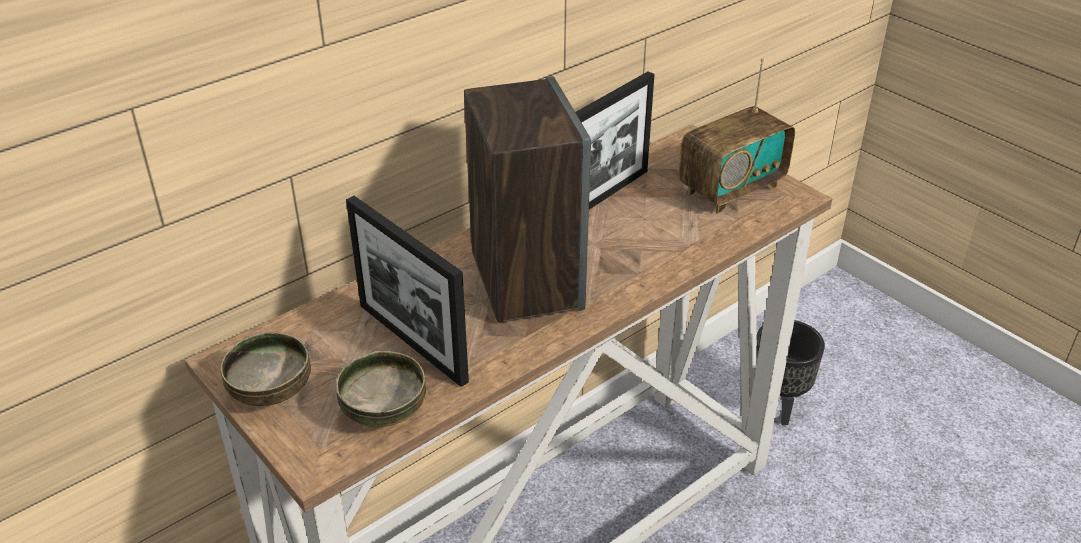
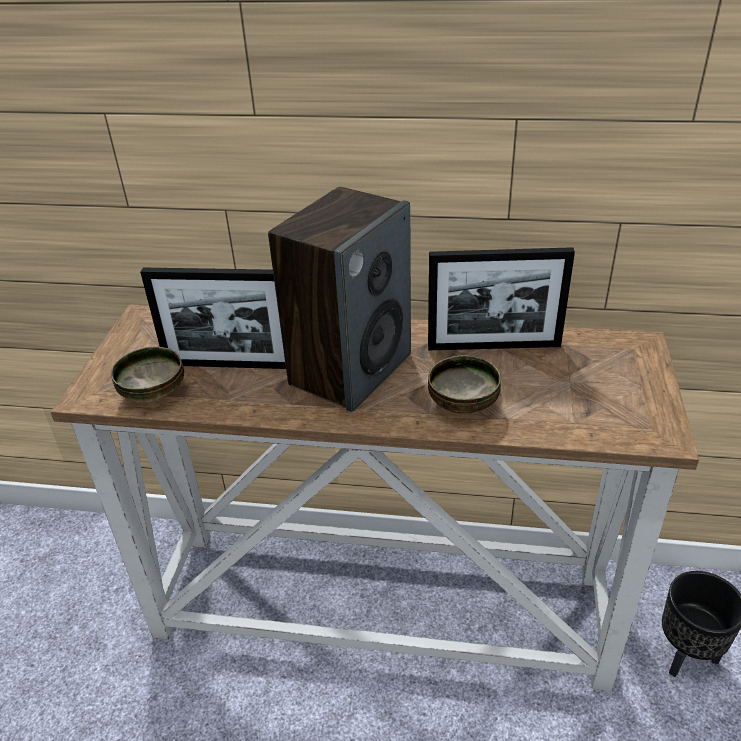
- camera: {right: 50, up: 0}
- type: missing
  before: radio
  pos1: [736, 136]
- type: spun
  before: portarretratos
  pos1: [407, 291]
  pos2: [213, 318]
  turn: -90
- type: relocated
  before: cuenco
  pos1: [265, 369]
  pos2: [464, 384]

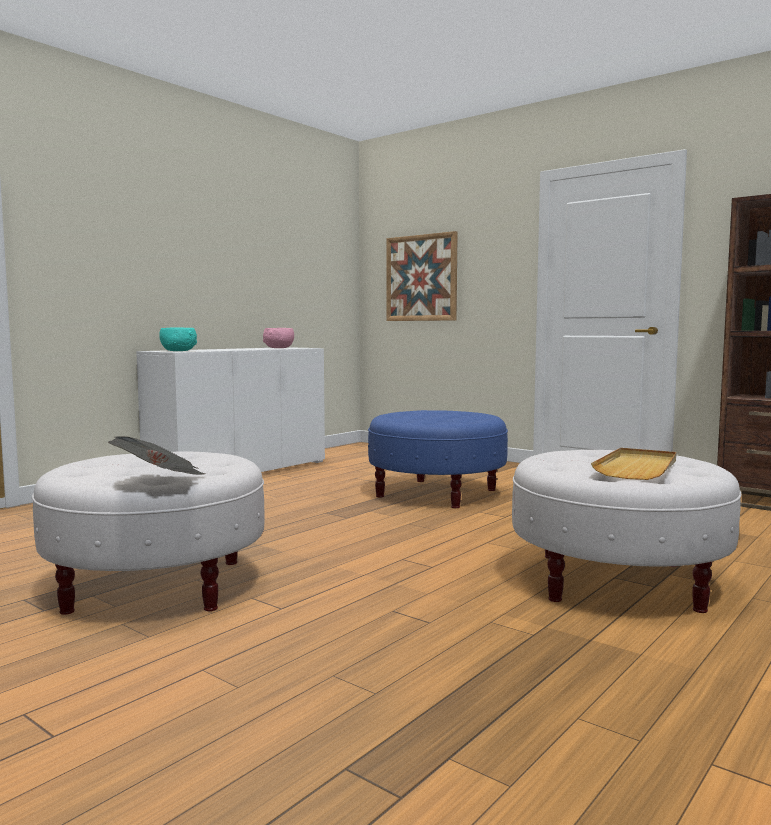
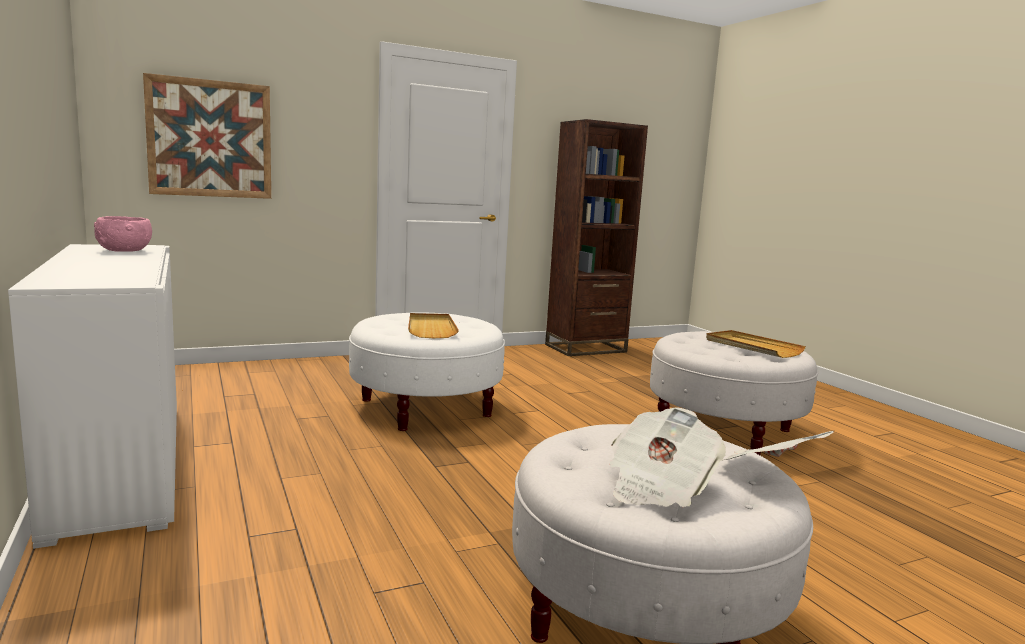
- camera: {right: -65, up: 5}
- type: missing
  before: cuenco (turquesa)
  pos1: [178, 339]
- type: colour
  before: puf (azul)
  after: puf (blanco)
  pos1: [438, 459]
  pos2: [427, 371]
- type: appeared
  after: bandeja (beis)
  pos2: [433, 325]
- type: appeared
  after: periódico
  pos2: [667, 457]

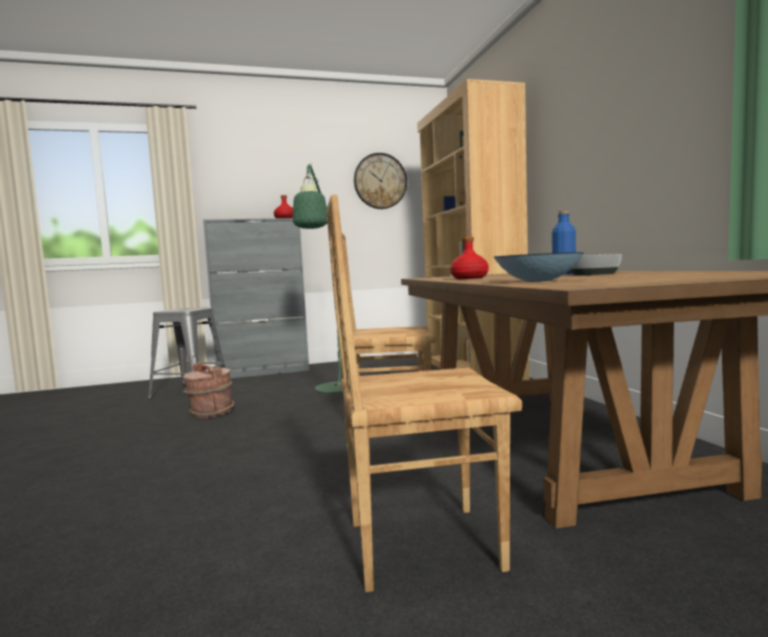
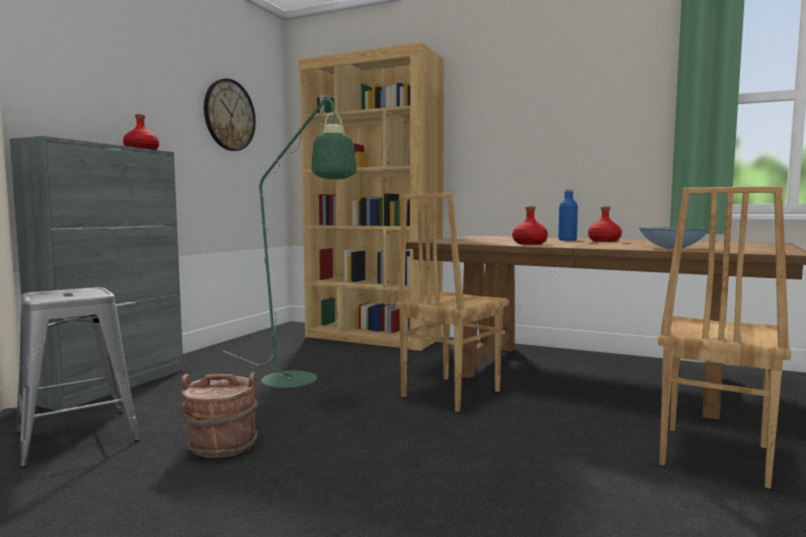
- camera: {right: -50, up: 0}
- type: exchanged
  before: cuenco
  after: botella (rojo)
  pos1: [596, 264]
  pos2: [605, 224]

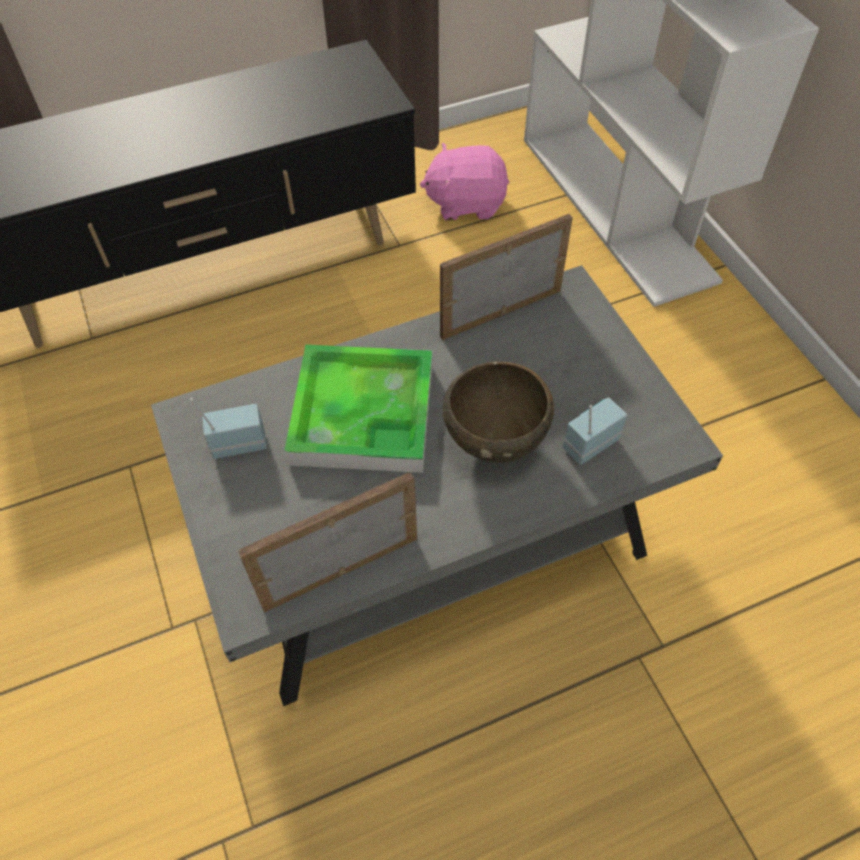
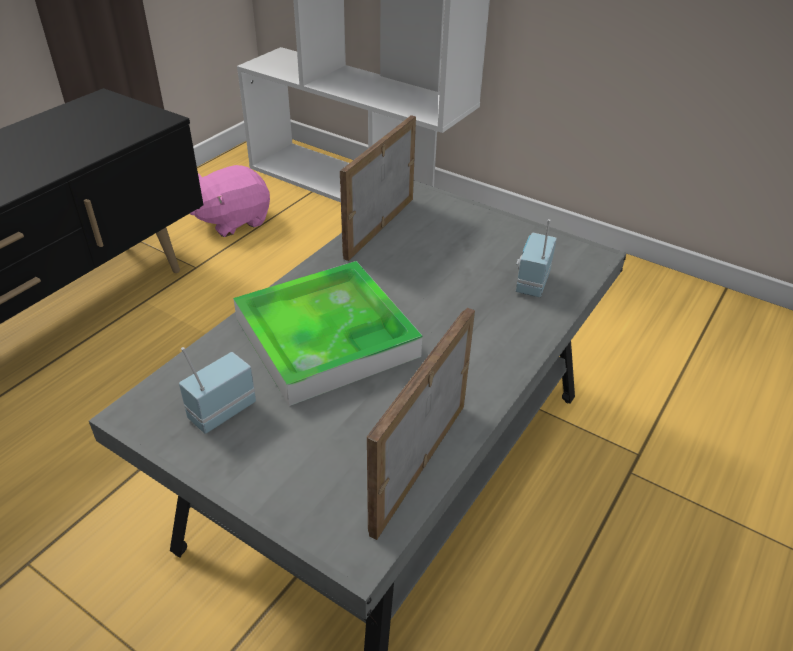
- camera: {right: -35, up: -15}
- type: missing
  before: cuenco (marrón)
  pos1: [498, 412]

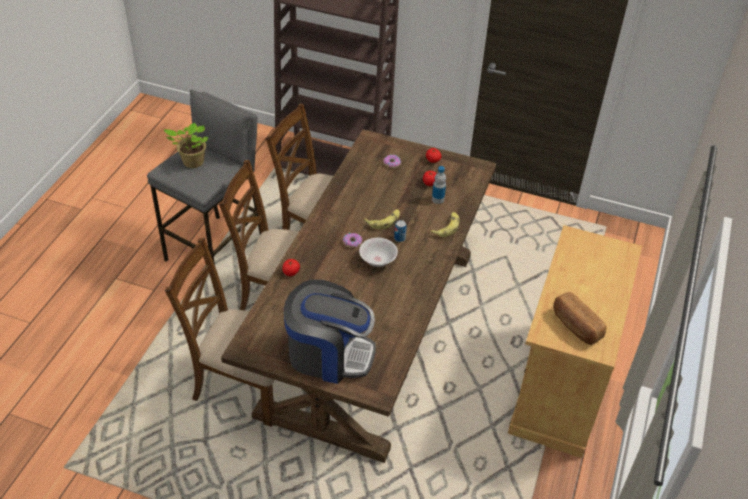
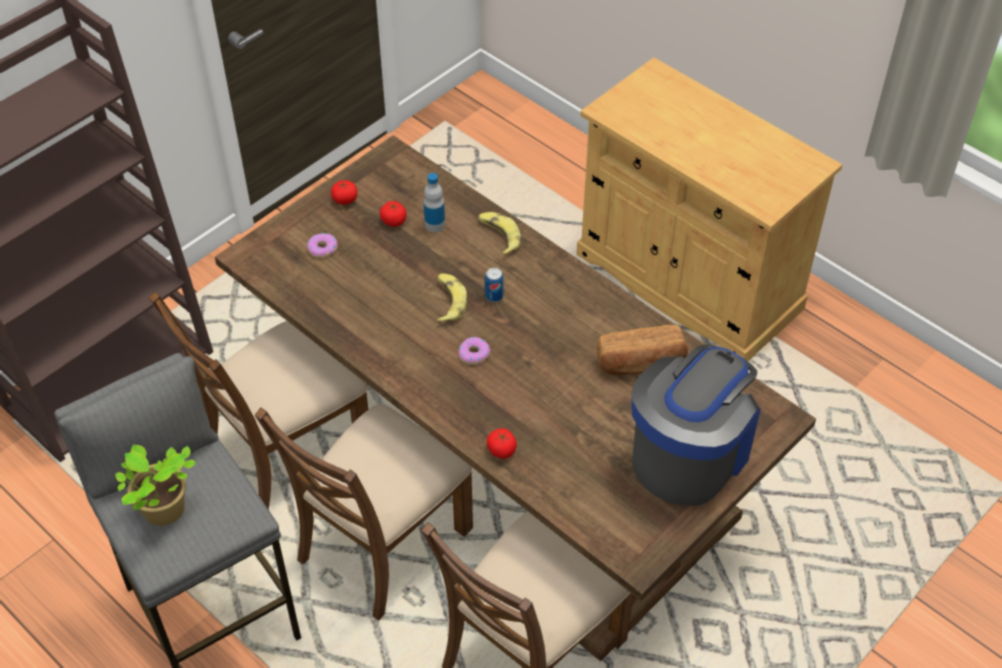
- camera: {right: -65, up: 5}
- type: missing
  before: cuenco (blanco)
  pos1: [378, 252]
- type: relocated
  before: pan
  pos1: [580, 318]
  pos2: [642, 350]

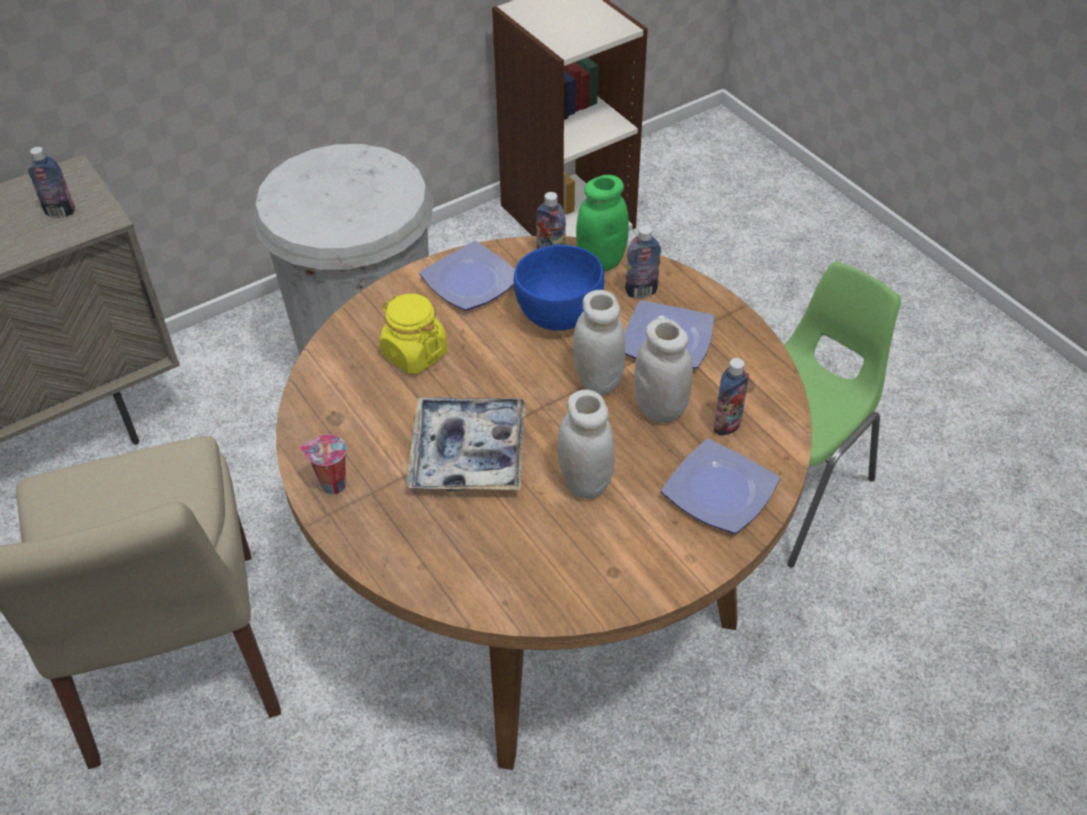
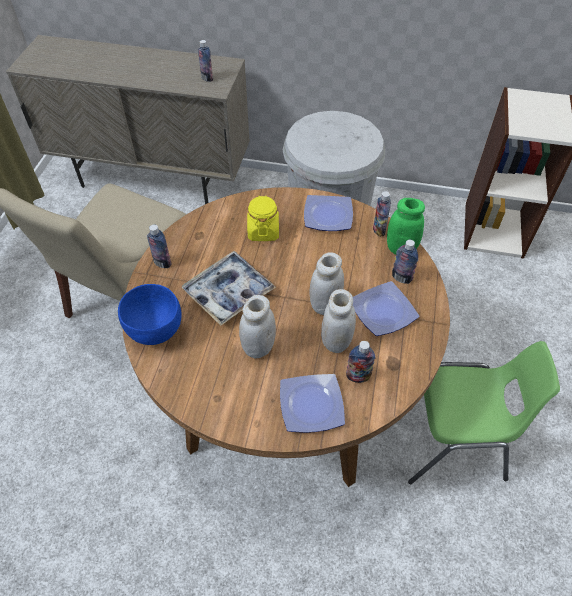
- camera: {right: 45, up: 5}
- type: relocated
  before: cuenco (azul)
  pos1: [559, 288]
  pos2: [150, 314]
- type: exchanged
  before: taza
  after: botella
  pos1: [323, 464]
  pos2: [159, 246]

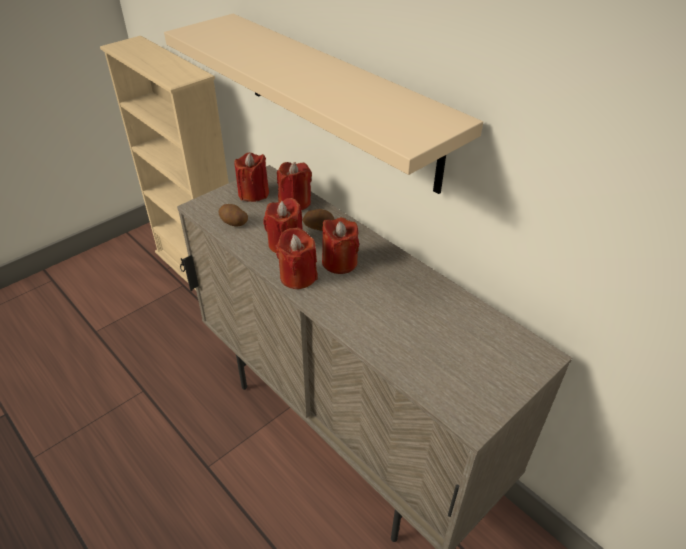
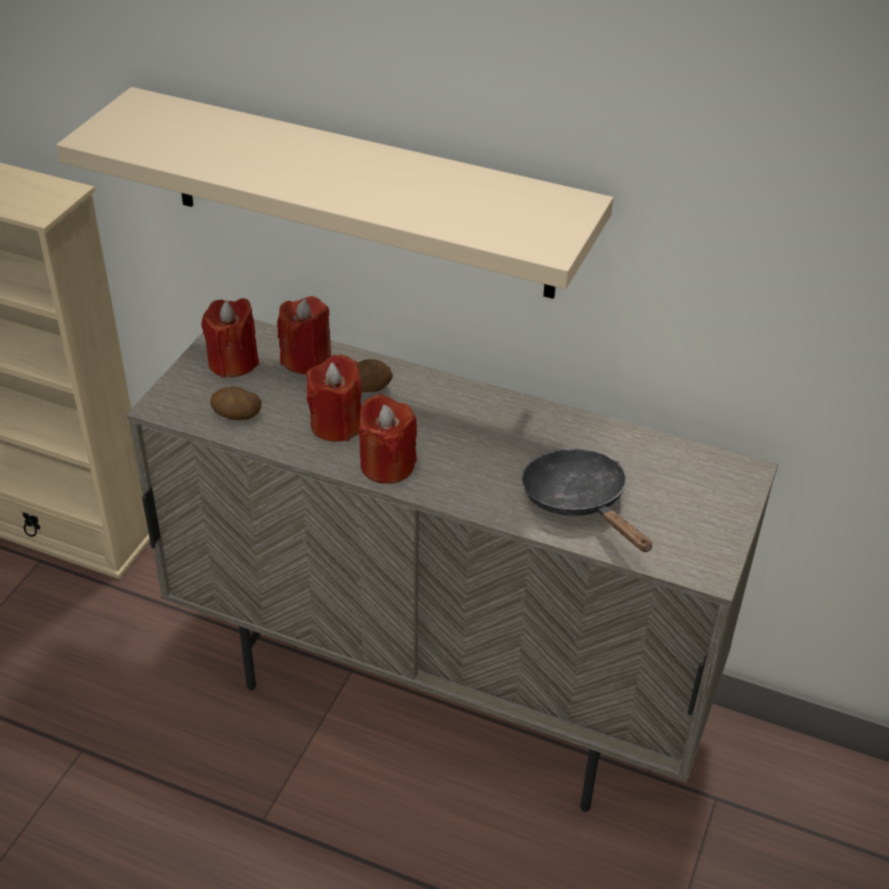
- camera: {right: -25, up: 0}
- type: missing
  before: vela (rojo)
  pos1: [340, 245]
- type: appeared
  after: sartén (negro)
  pos2: [587, 500]

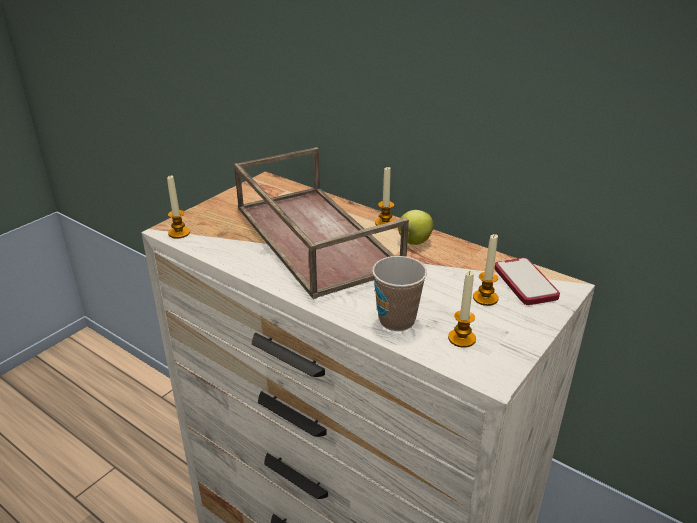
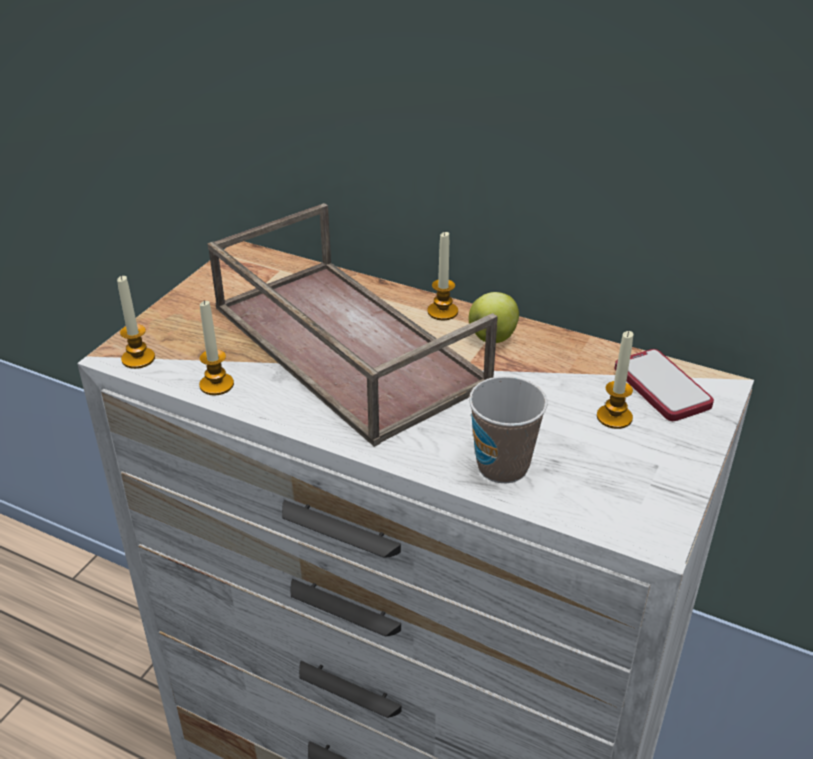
- camera: {right: -10, up: 5}
- type: relocated
  before: vela
  pos1: [462, 310]
  pos2: [216, 348]

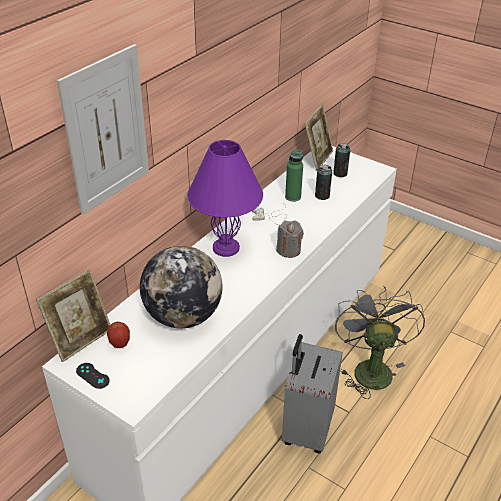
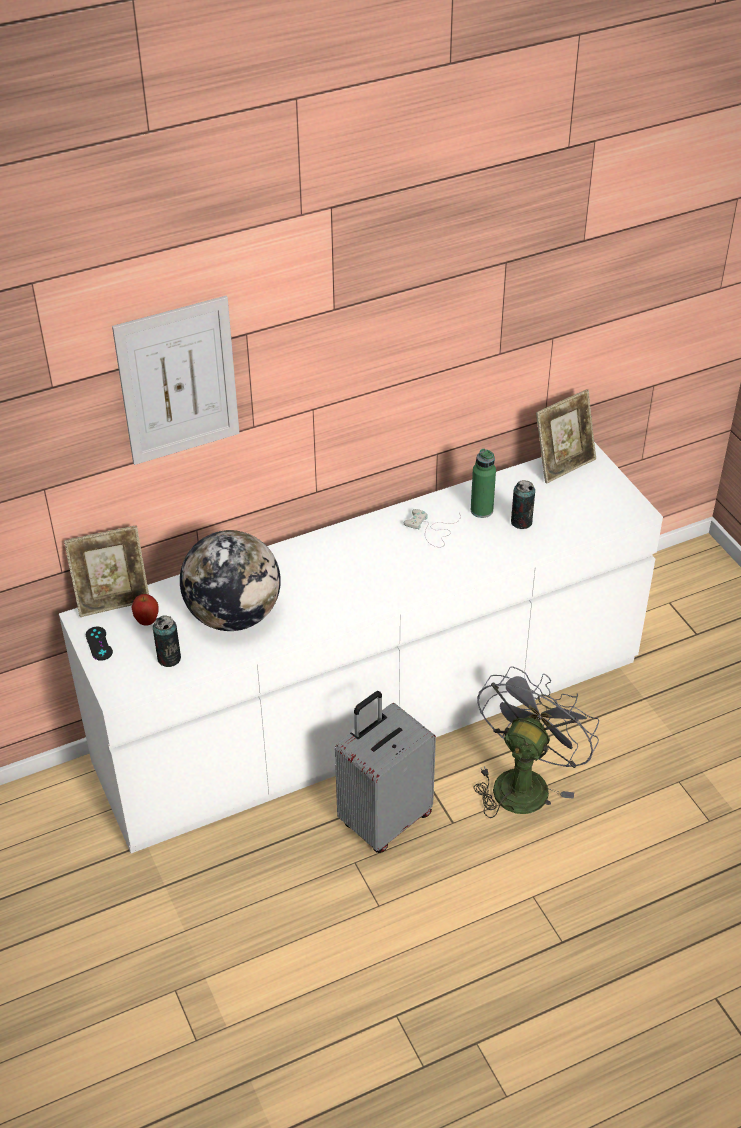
- camera: {right: 30, up: 5}
- type: missing
  before: lámpara de mesa (morado)
  pos1: [225, 198]
- type: relocated
  before: lata
  pos1: [341, 160]
  pos2: [167, 641]
- type: missing
  before: vela (gris)
  pos1: [290, 239]

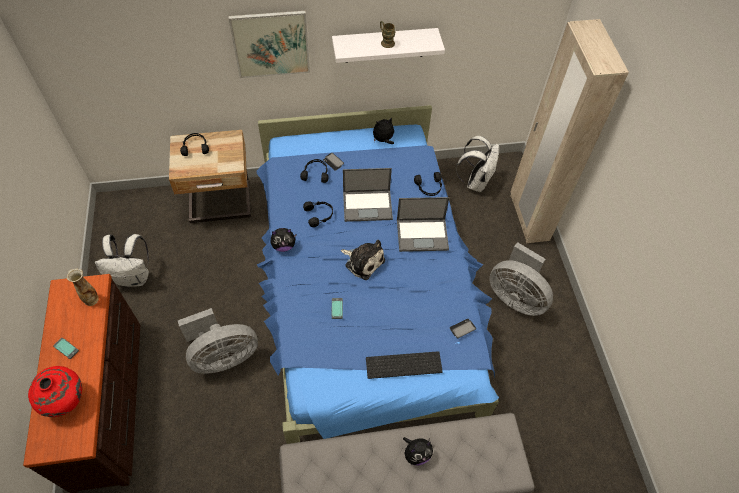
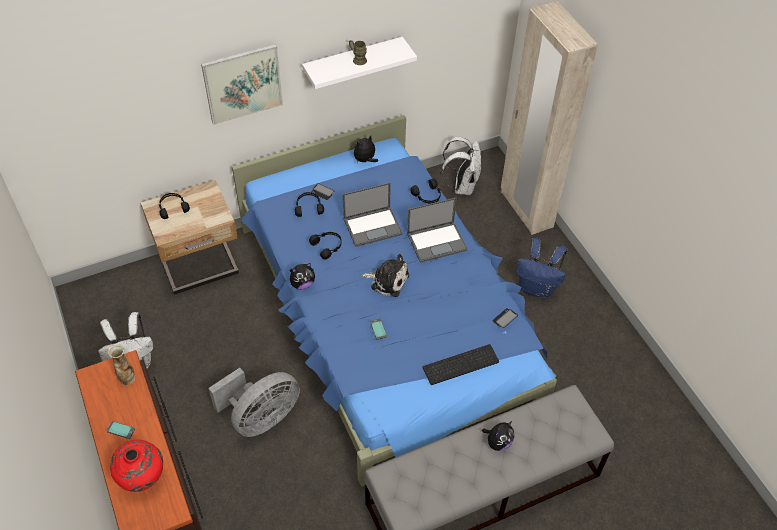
- camera: {right: -15, up: -5}
- type: exchanged
  before: ventilador (gris)
  after: mochila (azul)
  pos1: [521, 279]
  pos2: [542, 268]

